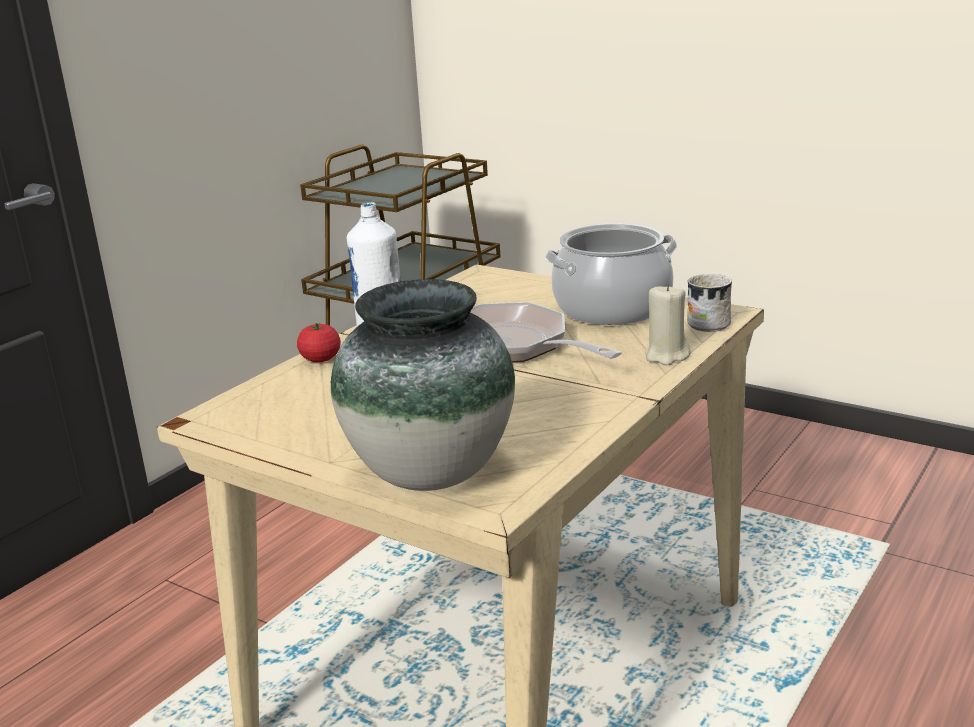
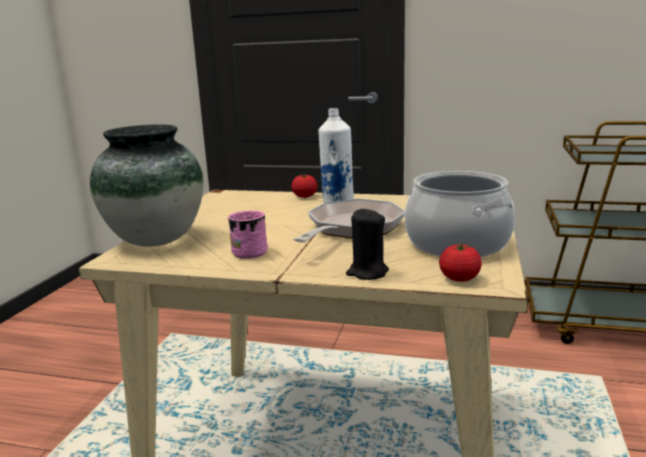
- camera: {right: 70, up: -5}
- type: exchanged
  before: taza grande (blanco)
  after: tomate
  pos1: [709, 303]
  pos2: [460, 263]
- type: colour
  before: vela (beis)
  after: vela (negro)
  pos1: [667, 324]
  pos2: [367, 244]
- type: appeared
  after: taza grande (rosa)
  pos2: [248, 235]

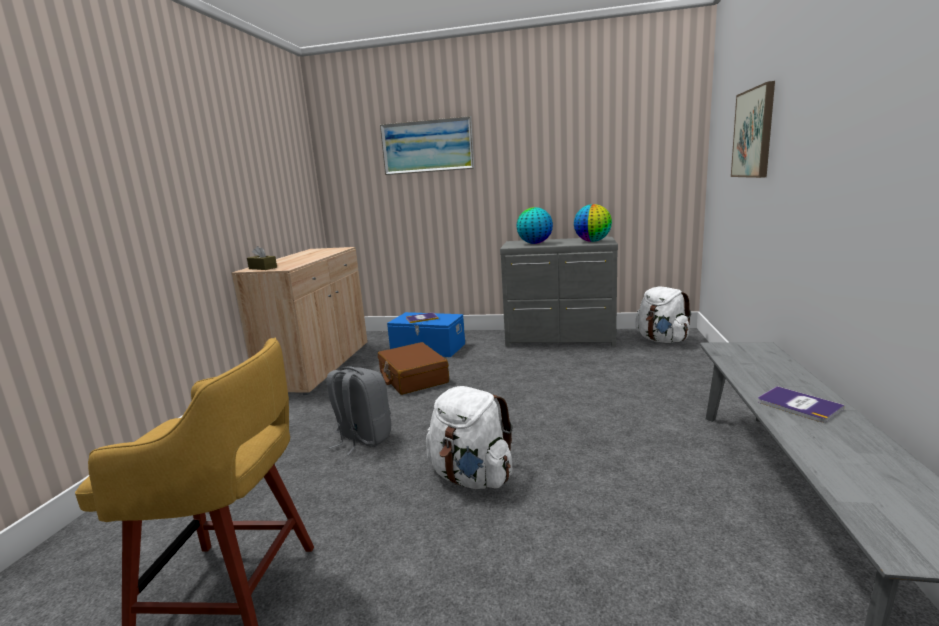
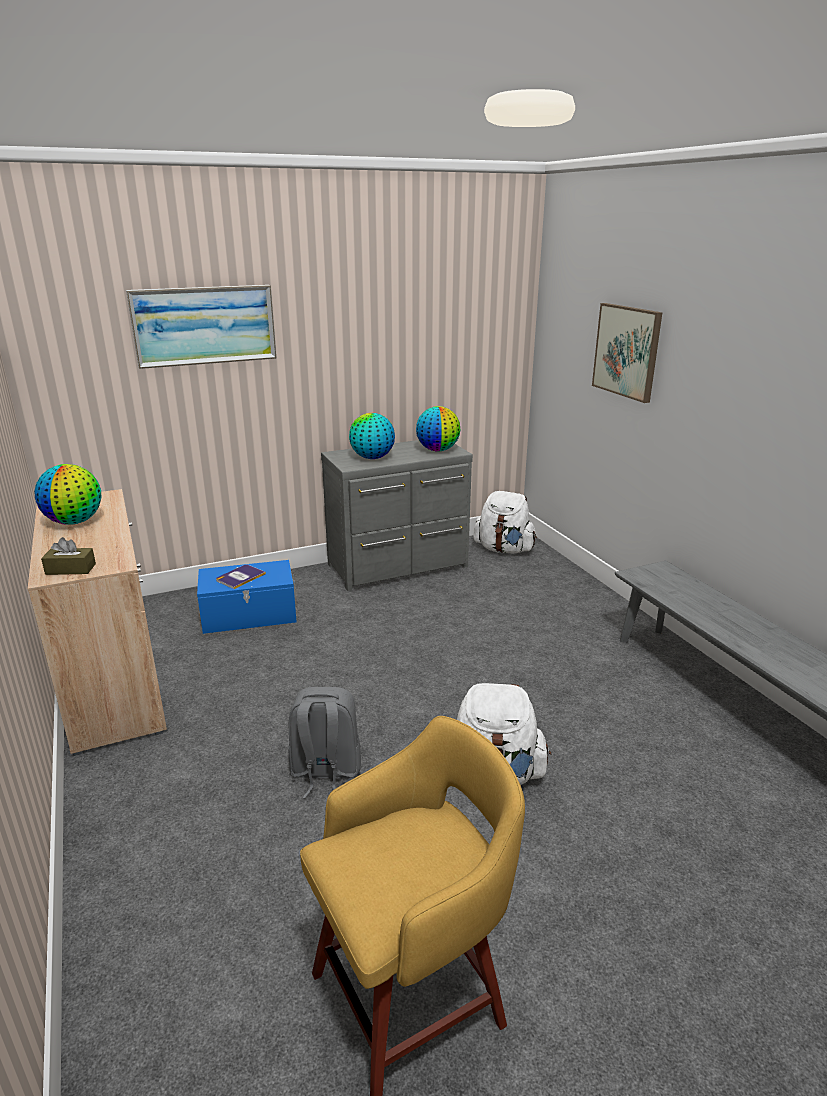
- camera: {right: -35, up: 10}
- type: missing
  before: maleta (marrón)
  pos1: [413, 368]
- type: missing
  before: libro
  pos1: [801, 404]
- type: appeared
  after: globo terráqueo
  pos2: [68, 494]

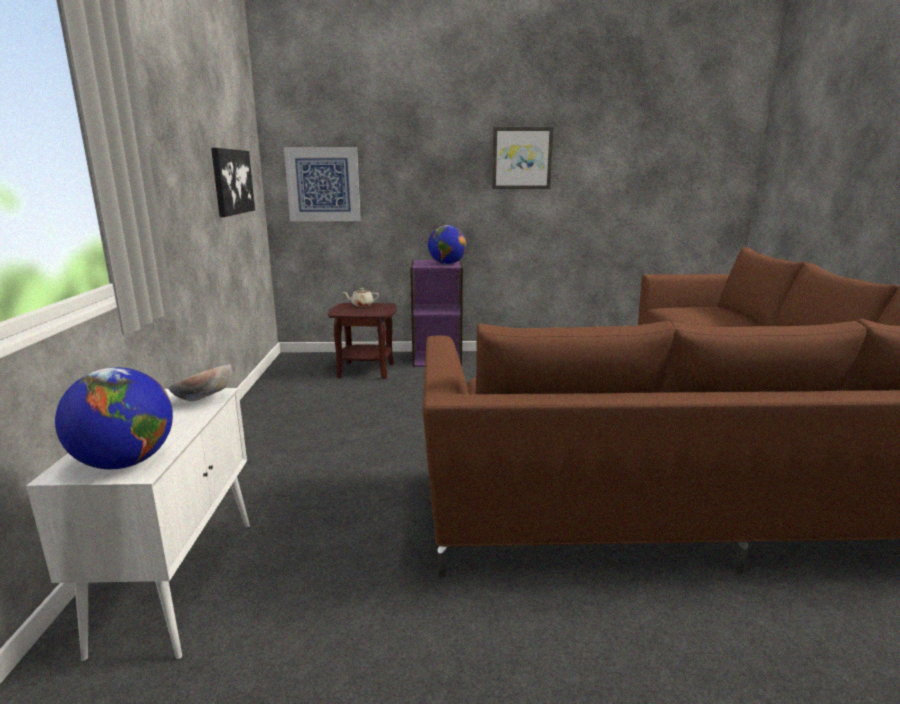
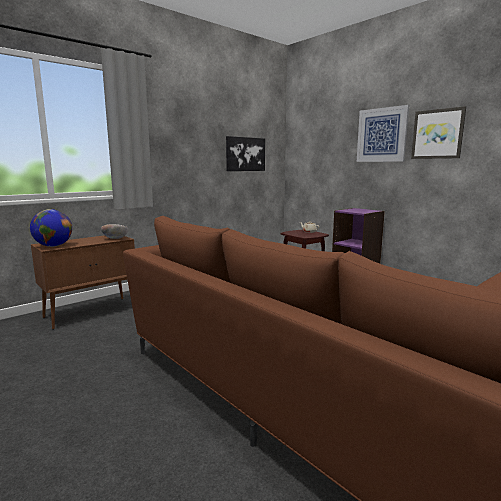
- camera: {right: 50, up: -5}
- type: relocated
  before: cuadro
  pos1: [322, 184]
  pos2: [383, 133]
- type: missing
  before: globo terráqueo
  pos1: [447, 244]
- type: colour
  before: armario (blanco)
  after: armario (marrón)
  pos1: [138, 524]
  pos2: [83, 282]

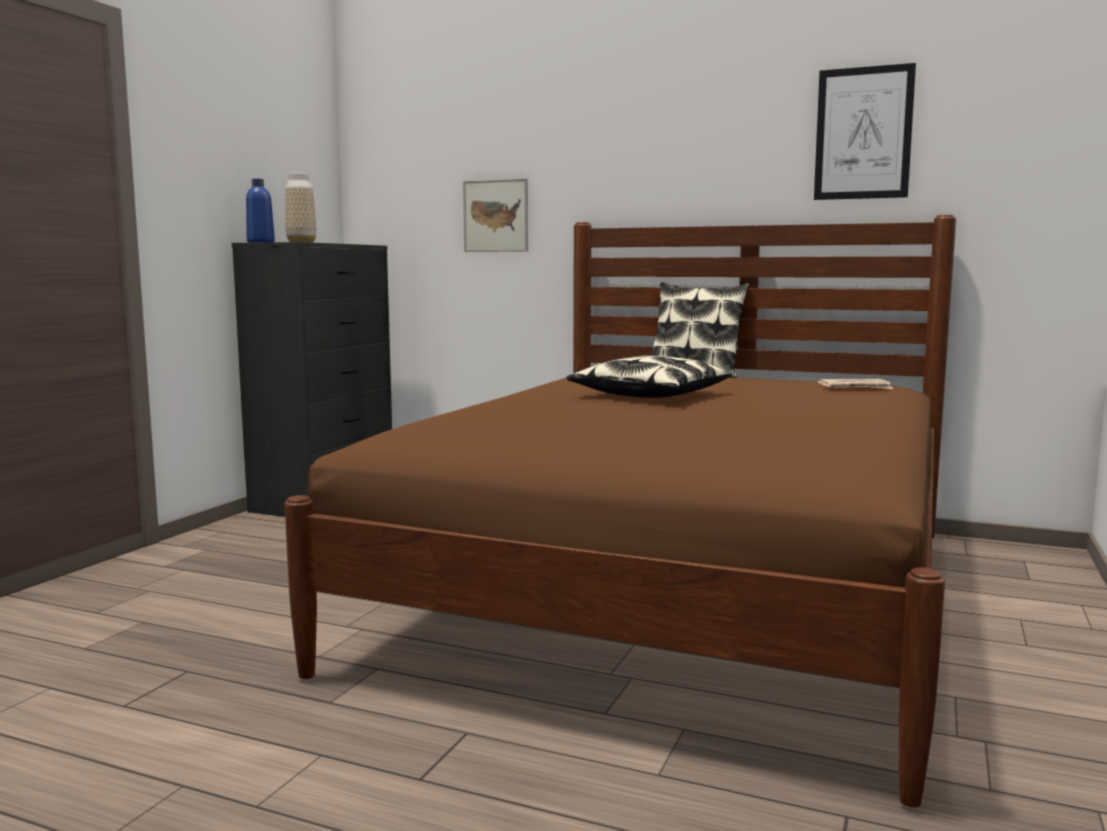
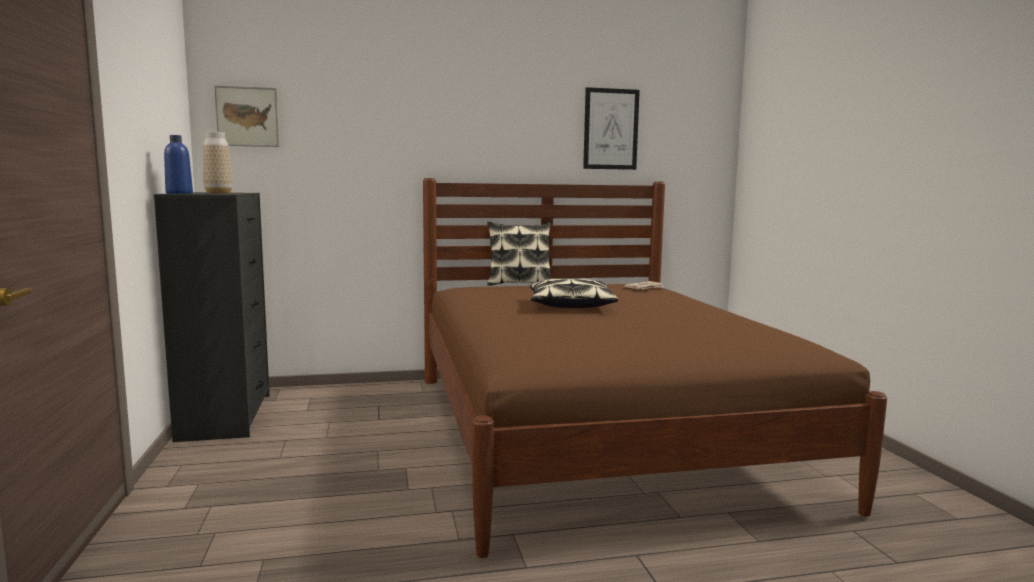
- camera: {right: -35, up: 0}
- type: relocated
  before: cuadro
  pos1: [495, 215]
  pos2: [246, 116]

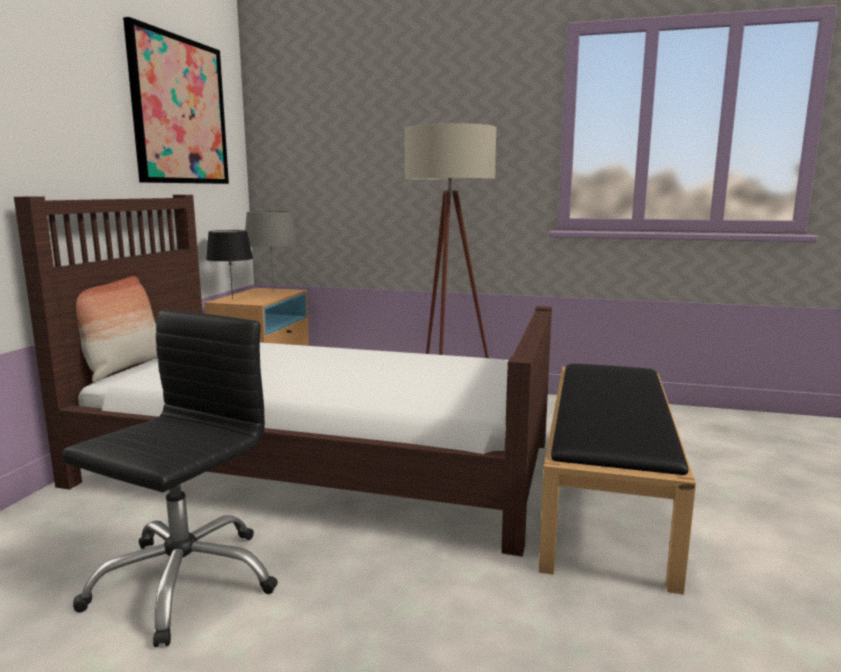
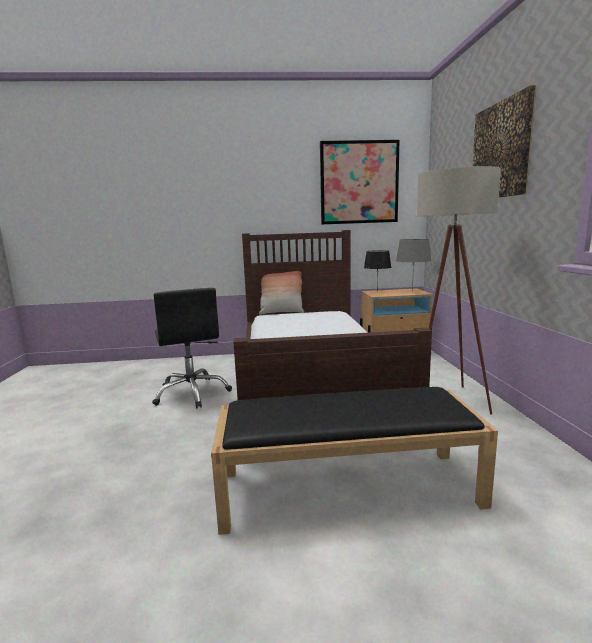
- camera: {right: 70, up: 0}
- type: spun
  before: silla de oficina (negro)
  pos1: [170, 478]
  pos2: [192, 348]
  turn: 60
- type: appeared
  after: cuadro
  pos2: [504, 141]

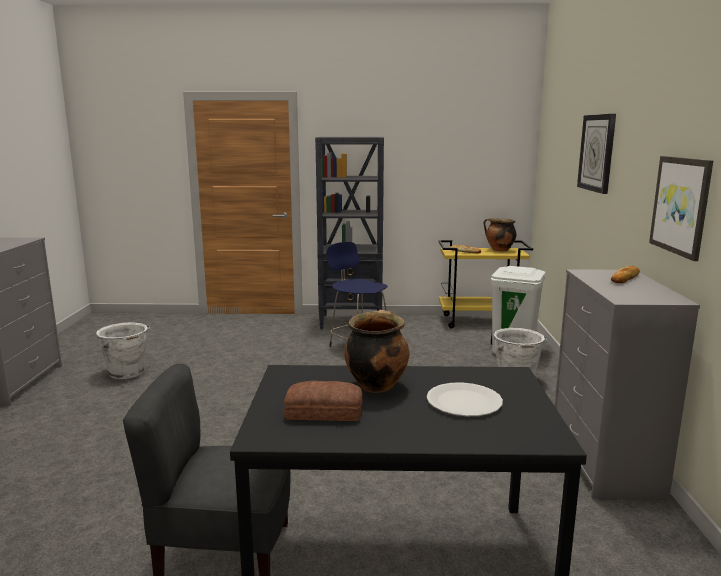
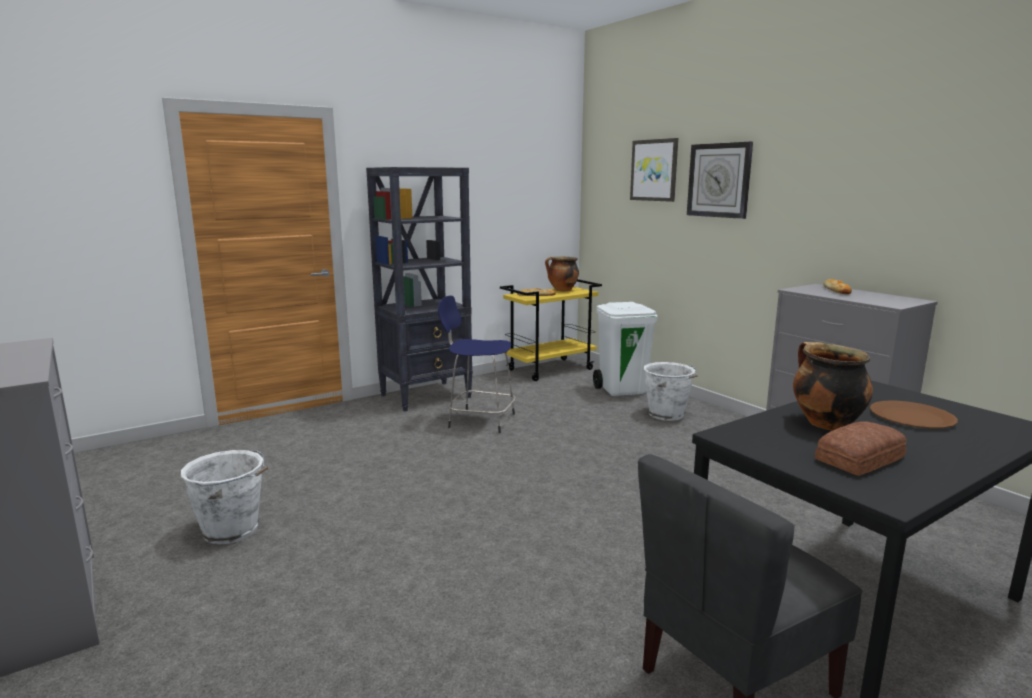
- camera: {right: -35, up: 0}
- type: relocated
  before: cuadro
  pos1: [681, 208]
  pos2: [654, 170]
- type: colour
  before: plato (blanco)
  after: plato (marrón)
  pos1: [465, 399]
  pos2: [914, 414]

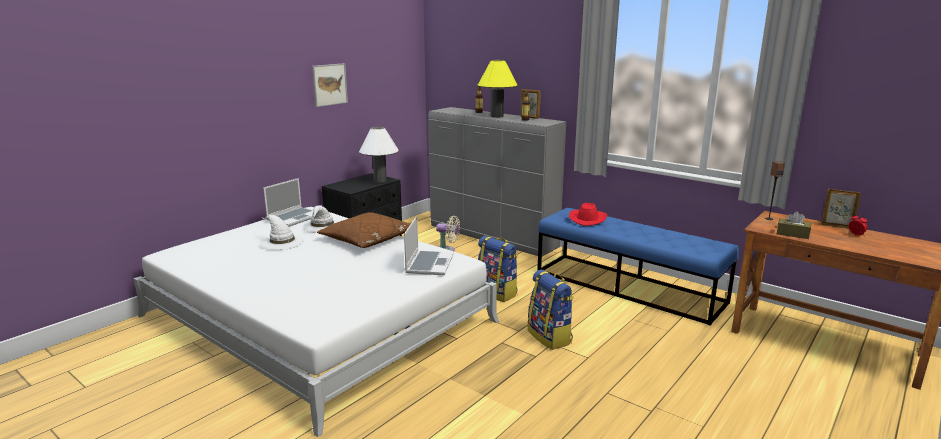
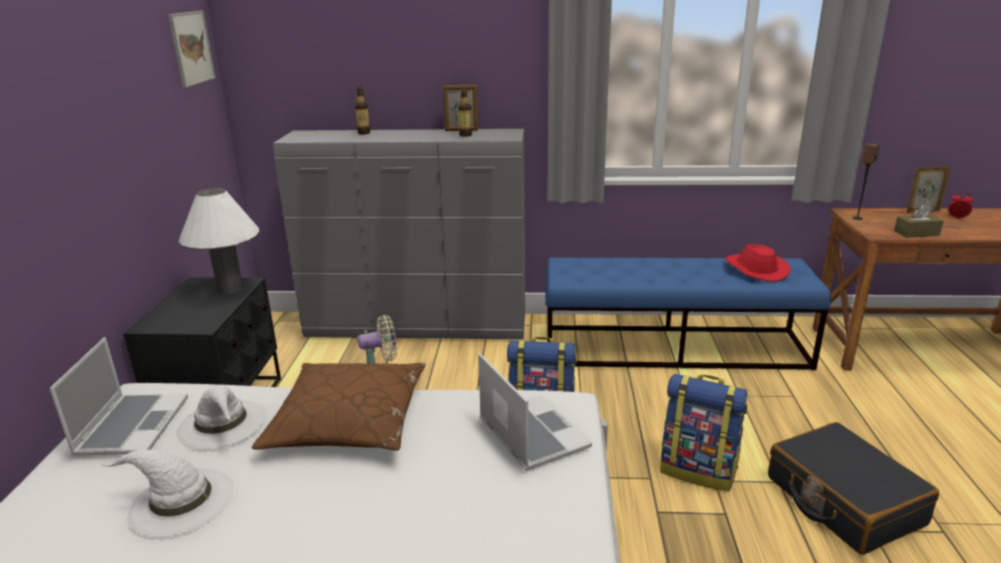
- camera: {right: -35, up: 5}
- type: missing
  before: lámpara de mesa (amarillo)
  pos1: [498, 89]
- type: relocated
  before: cuadro
  pos1: [330, 85]
  pos2: [192, 49]
- type: relocated
  before: sombrero (rojo)
  pos1: [588, 214]
  pos2: [758, 263]
- type: appeared
  after: maleta (negro)
  pos2: [853, 488]

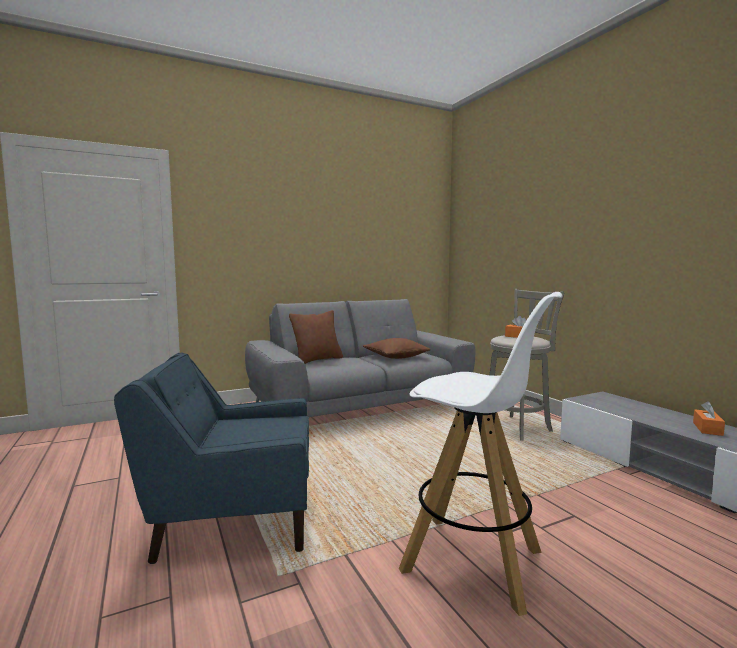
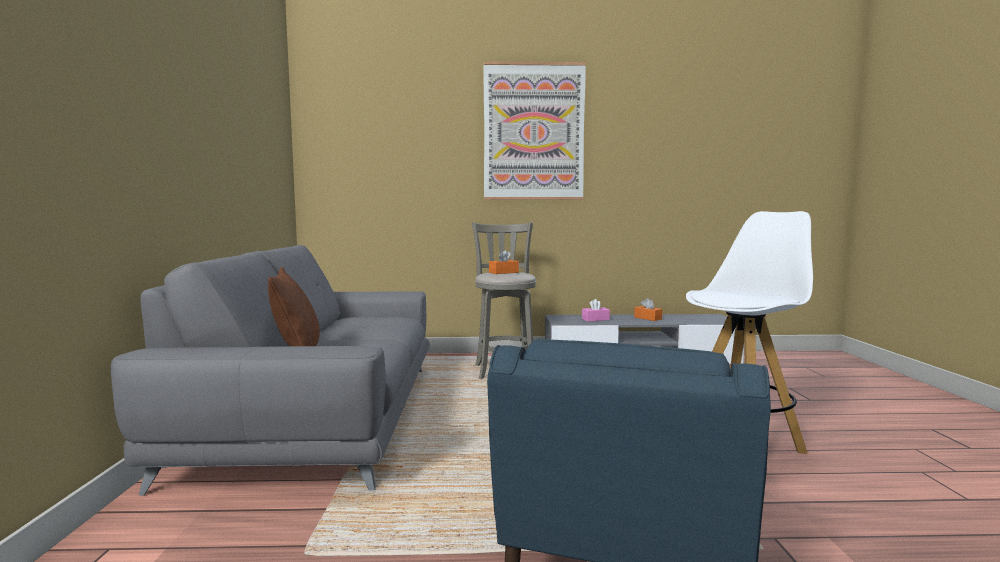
- camera: {right: -65, up: 0}
- type: missing
  before: cojín (marrón)
  pos1: [397, 348]
- type: appeared
  after: cuadro
  pos2: [534, 130]
- type: appeared
  after: caja de pañuelos (rosa)
  pos2: [596, 310]

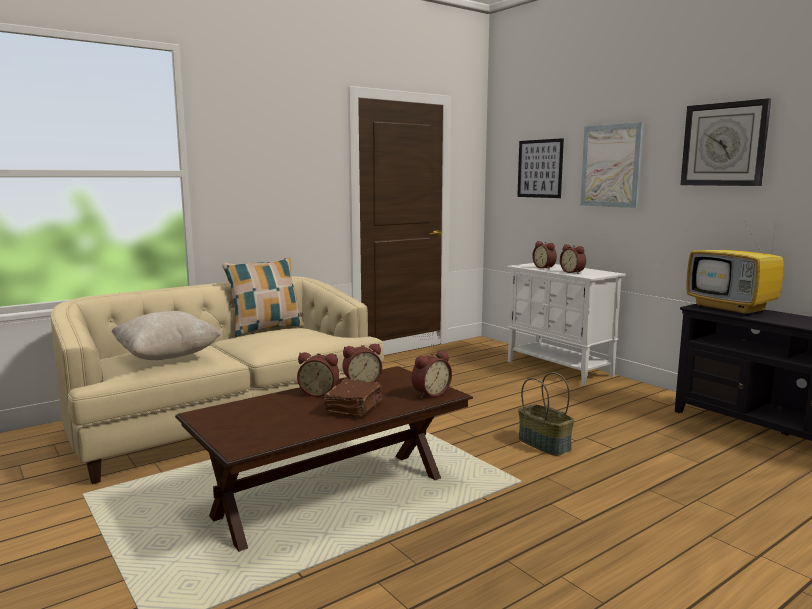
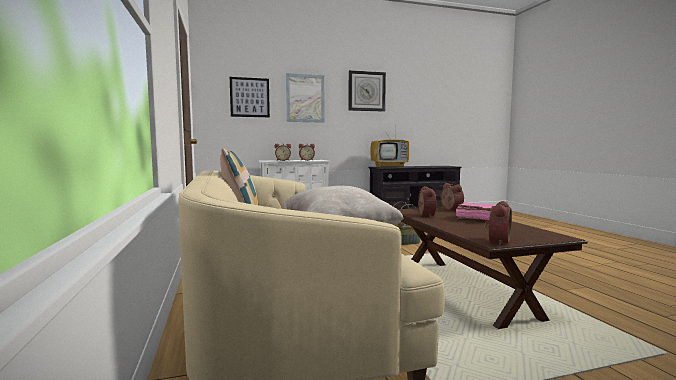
- camera: {right: -70, up: -5}
- type: relocated
  before: despertador
  pos1: [318, 374]
  pos2: [498, 223]
- type: colour
  before: libro (marrón)
  after: libro (rosa)
  pos1: [353, 398]
  pos2: [476, 211]

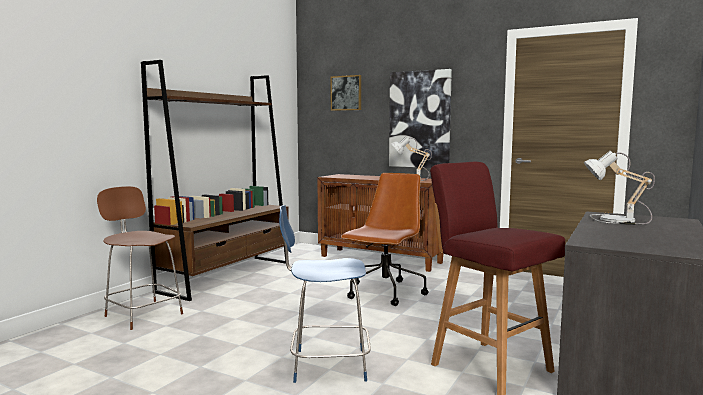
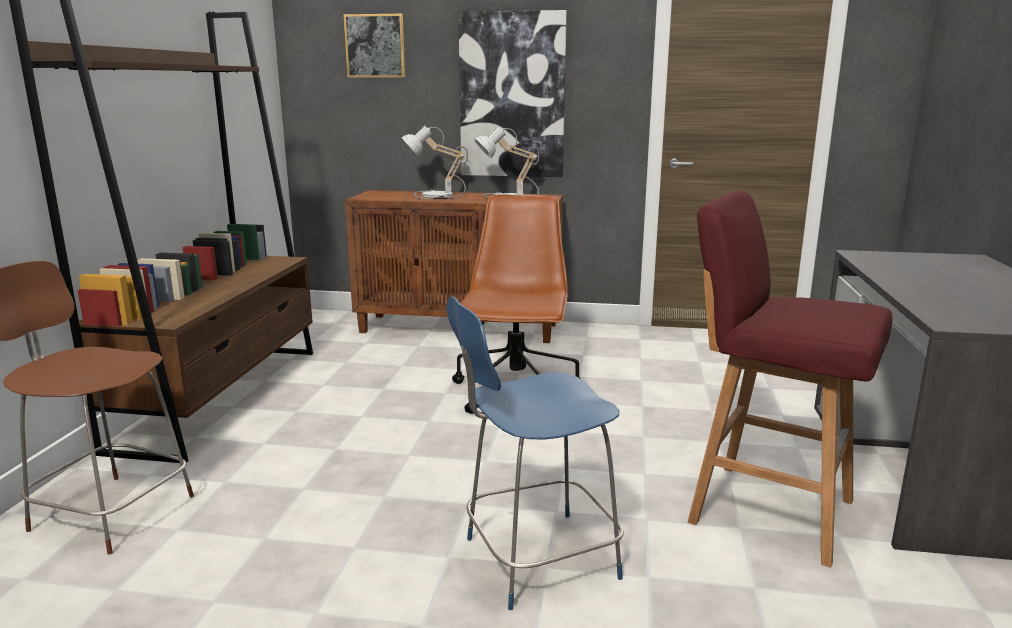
- camera: {right: -20, up: 10}
- type: relocated
  before: lámpara de mesa
  pos1: [619, 188]
  pos2: [435, 162]

